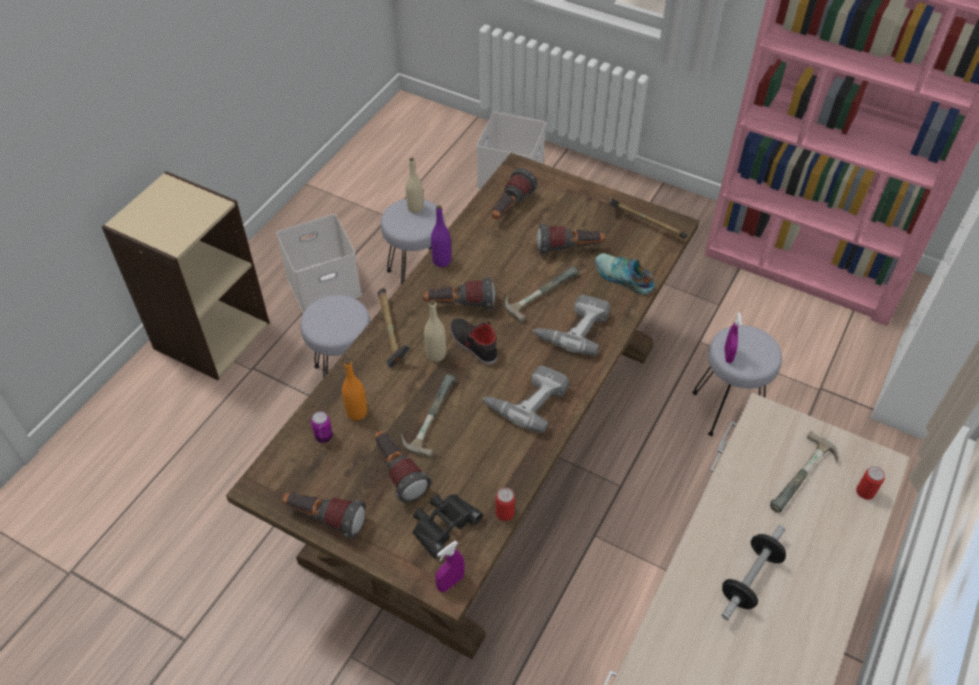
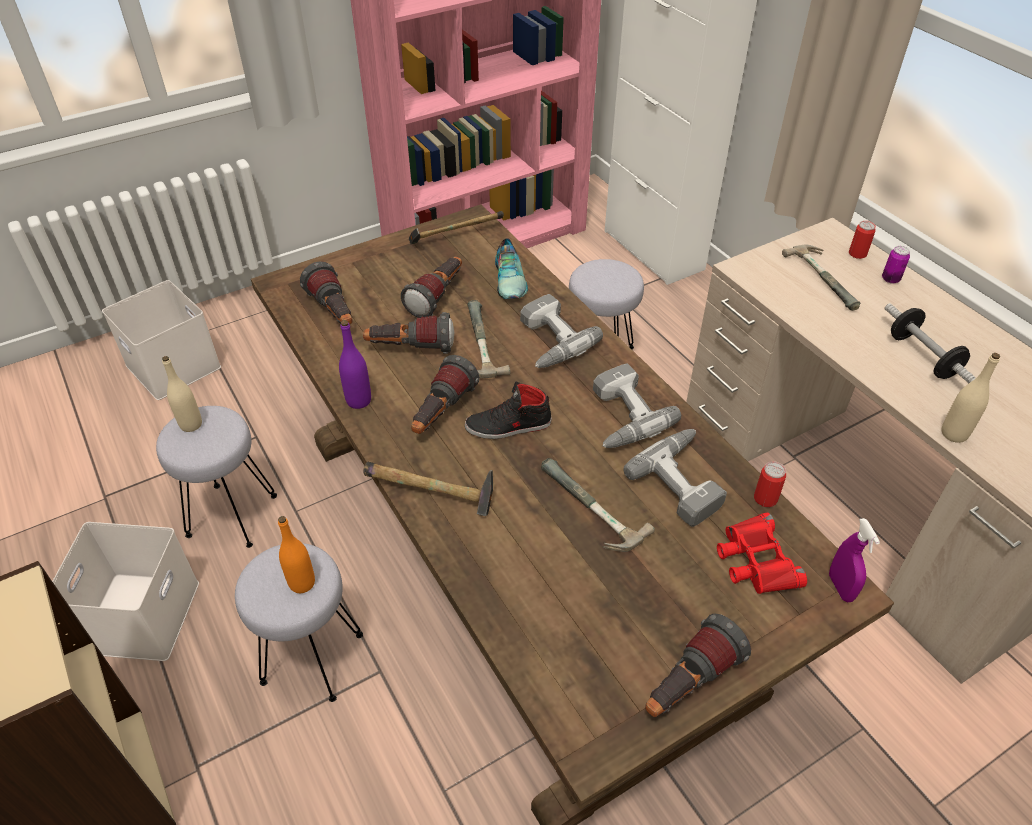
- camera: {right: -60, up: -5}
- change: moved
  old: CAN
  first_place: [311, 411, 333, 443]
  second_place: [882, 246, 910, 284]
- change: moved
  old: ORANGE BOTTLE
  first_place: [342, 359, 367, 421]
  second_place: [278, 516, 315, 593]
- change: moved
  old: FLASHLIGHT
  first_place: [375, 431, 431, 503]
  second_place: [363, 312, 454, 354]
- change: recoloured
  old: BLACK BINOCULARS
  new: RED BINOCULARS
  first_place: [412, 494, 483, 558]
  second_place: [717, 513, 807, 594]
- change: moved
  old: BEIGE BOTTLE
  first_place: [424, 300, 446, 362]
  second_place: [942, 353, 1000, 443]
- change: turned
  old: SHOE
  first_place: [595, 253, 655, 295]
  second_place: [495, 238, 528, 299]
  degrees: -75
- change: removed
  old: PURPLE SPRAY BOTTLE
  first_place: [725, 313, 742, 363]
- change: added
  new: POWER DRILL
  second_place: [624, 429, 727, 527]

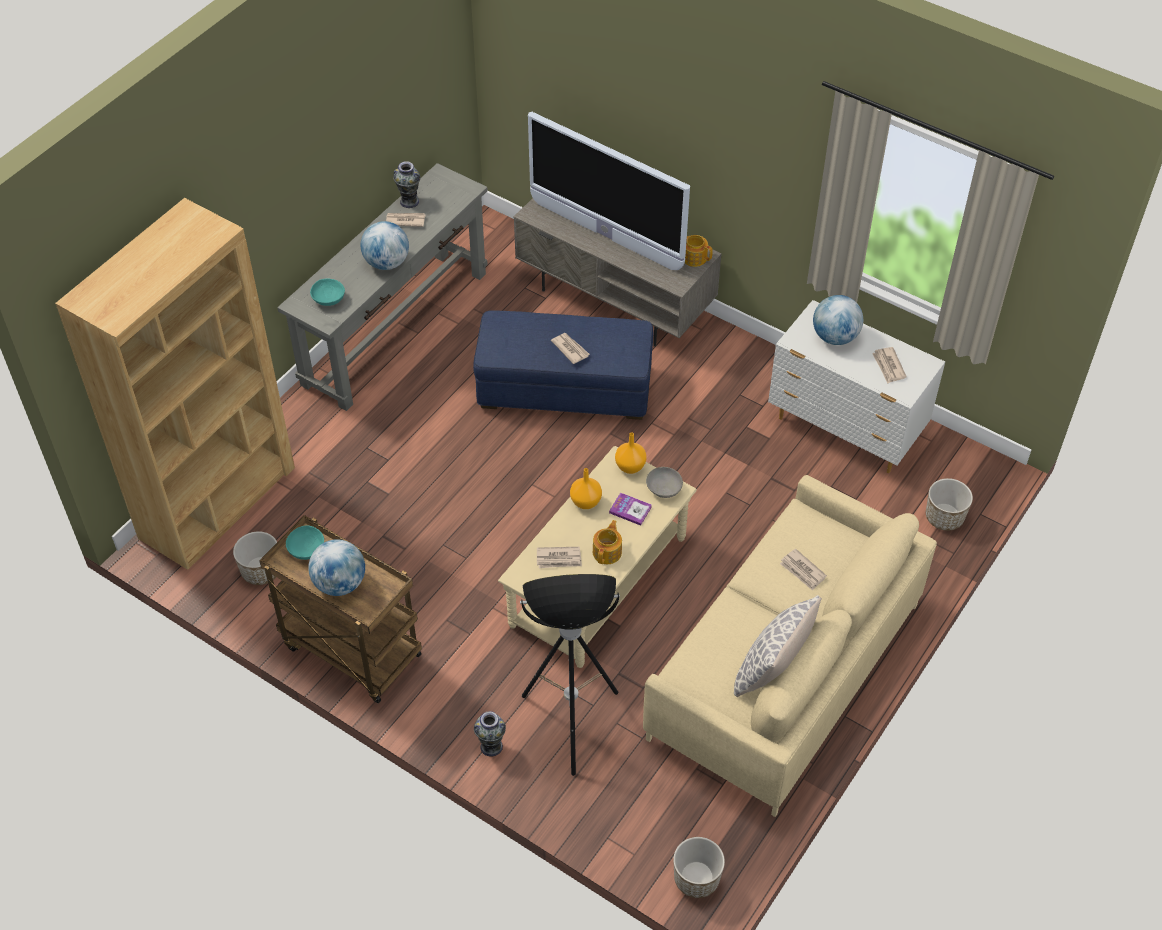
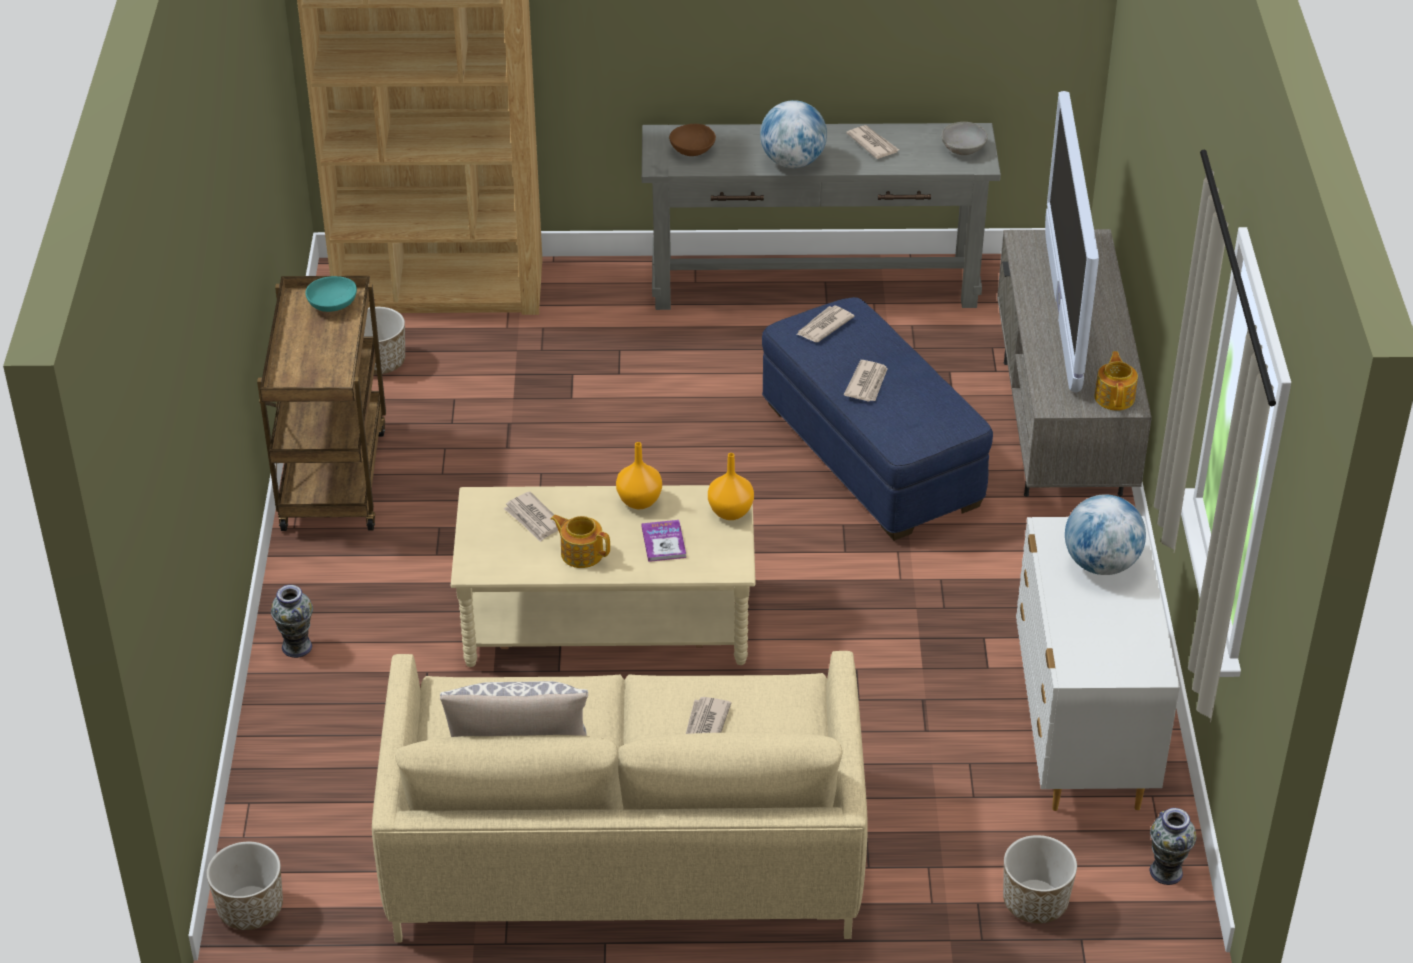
- camera: {right: 55, up: -10}
- change: removed
  old: GLOBE
  first_place: [308, 539, 365, 596]
- change: recoloured
  old: TURQUOISE BOWL
  new: BROWN BOWL
  first_place: [310, 278, 345, 306]
  second_place: [669, 124, 716, 156]
- change: moved
  old: VASE
  first_place: [393, 161, 420, 208]
  second_place: [1150, 808, 1196, 885]
- change: removed
  old: FLOOR LAMP
  first_place: [520, 574, 620, 776]
- change: turned
  old: TEAPOT
  first_place: [593, 520, 622, 564]
  second_place: [551, 515, 610, 568]
  degrees: -135
- change: moved
  old: GREY BOWL
  first_place: [646, 467, 683, 498]
  second_place: [942, 122, 988, 155]
- change: moved
  old: NEWSPAPER
  first_place: [872, 347, 907, 384]
  second_place: [796, 306, 855, 342]

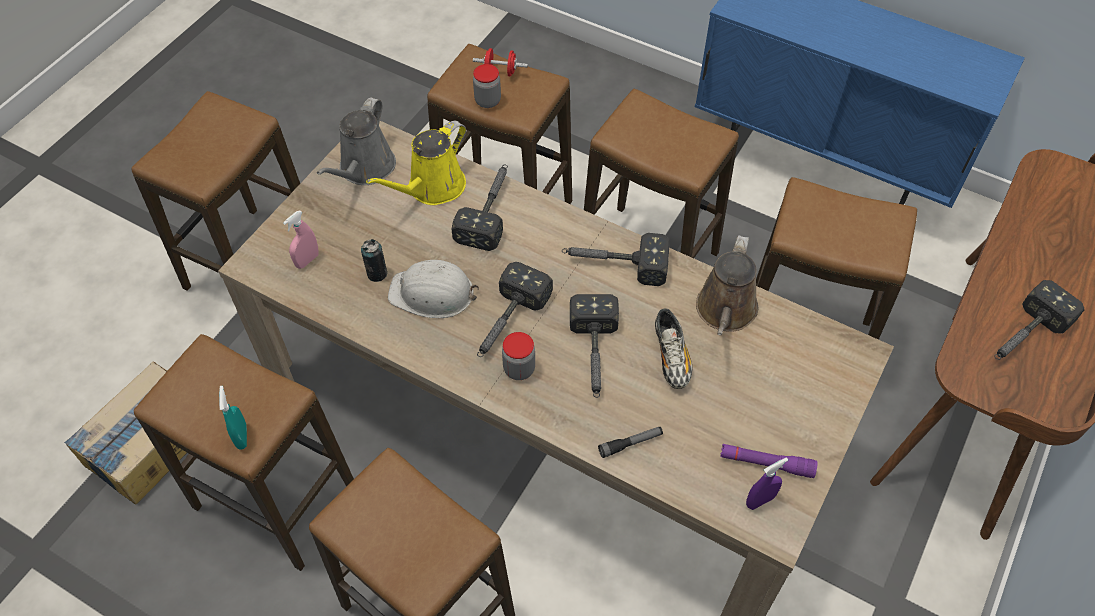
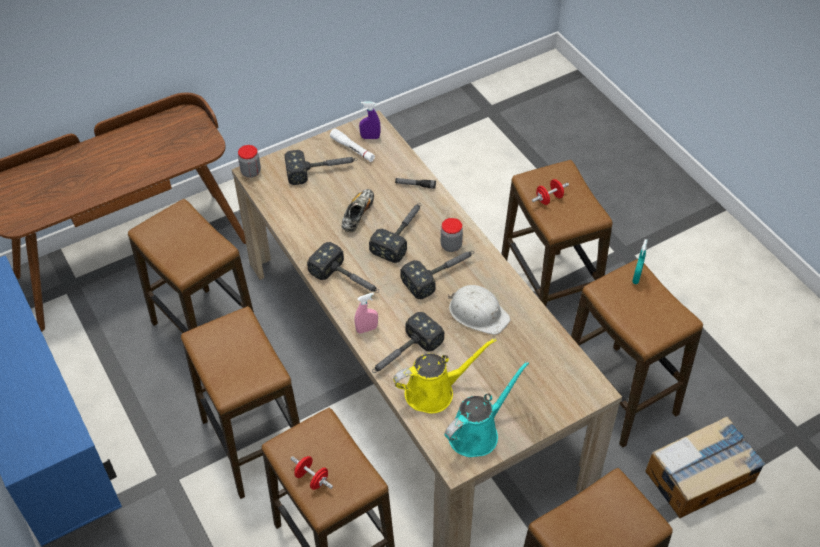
- camera: {right: -150, up: -5}
- change: moved
  old: PINK SPRAY BOTTLE
  first_place: [283, 210, 319, 269]
  second_place: [355, 293, 378, 334]
- change: recoloured
  old: GREY WATERING CAN
  new: TURQUOISE WATERING CAN
  first_place: [317, 97, 396, 185]
  second_place: [444, 361, 529, 457]
- change: removed
  old: CAN
  first_place: [361, 239, 388, 282]
- change: moved
  old: JAR
  first_place: [473, 64, 501, 108]
  second_place: [238, 145, 261, 178]
- change: removed
  old: BROWN WATERING CAN
  first_place: [696, 235, 758, 336]
- change: recoloured
  old: PURPLE FLASHLIGHT
  new: WHITE FLASHLIGHT
  first_place: [720, 444, 817, 478]
  second_place: [330, 129, 375, 162]
- change: moved
  old: HAMMER
  first_place: [995, 280, 1085, 360]
  second_place: [285, 150, 358, 185]
- change: added
  new: RED DUMBBELL
  second_place: [532, 179, 569, 205]

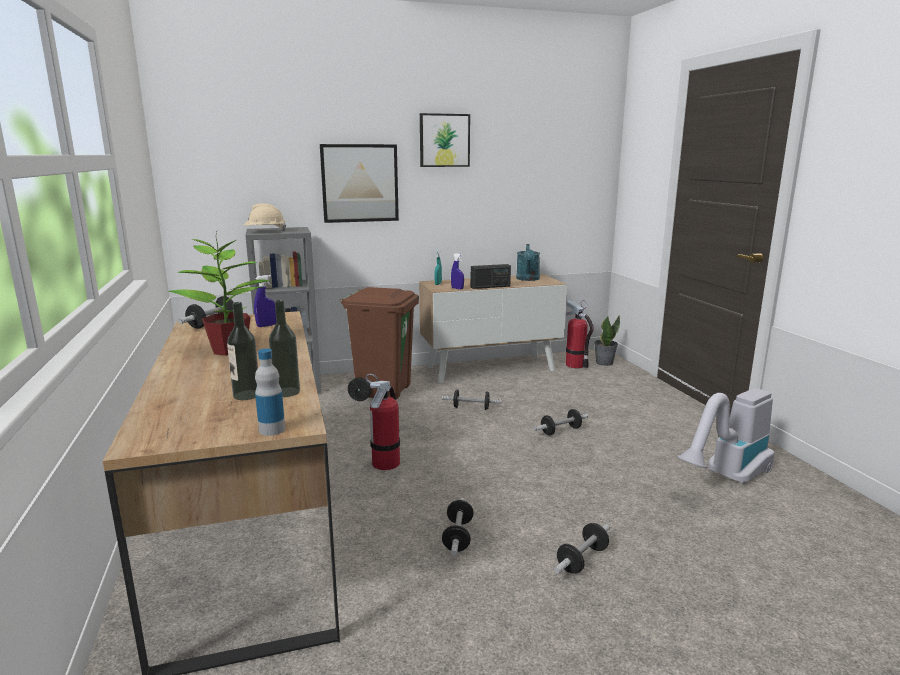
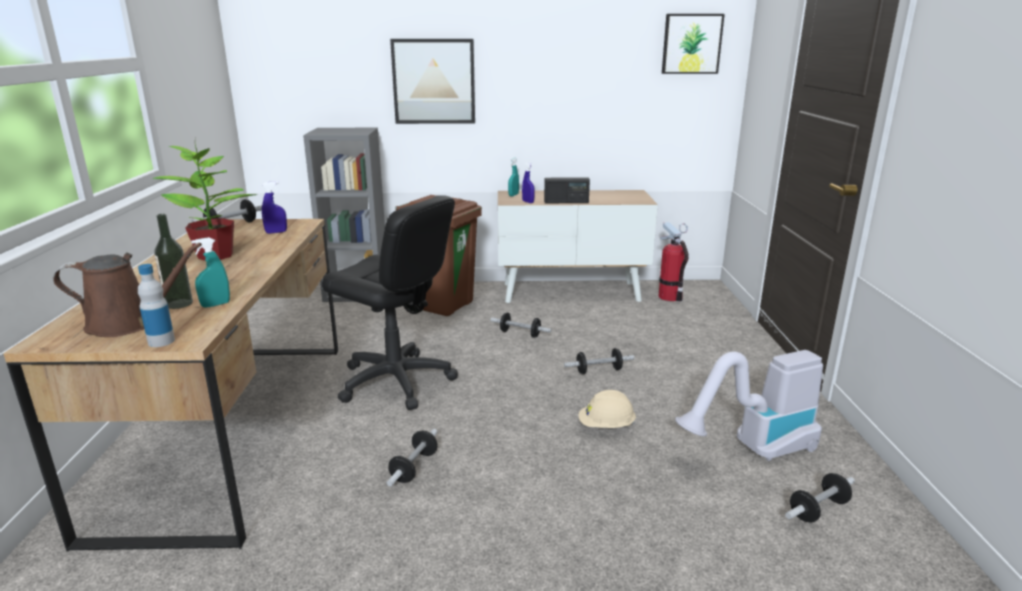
- camera: {right: 15, up: 5}
- change: moved
  old: BEIGE HARD HAT
  first_place: [243, 203, 286, 231]
  second_place: [579, 390, 636, 428]
- change: replaced
  old: BOTTLE
  new: TURQUOISE SPRAY BOTTLE
  first_place: [269, 300, 300, 397]
  second_place: [191, 237, 230, 308]
- change: replaced
  old: FIRE EXTINGUISHER
  new: BLACK OFFICE CHAIR
  first_place: [365, 374, 400, 470]
  second_place: [322, 195, 458, 410]
- change: moved
  old: PICTURE
  first_place: [420, 113, 470, 167]
  second_place: [662, 14, 725, 74]
- change: removed
  old: TURQUOISE WATERING CAN
  first_place: [516, 244, 540, 281]
- change: moved
  old: DUMBBELL
  first_place: [554, 523, 610, 574]
  second_place: [785, 473, 855, 523]
- change: removed
  old: POTTED PLANT
  first_place: [594, 315, 620, 366]
- change: added
  new: BROWN WATERING CAN
  second_place: [53, 243, 202, 337]

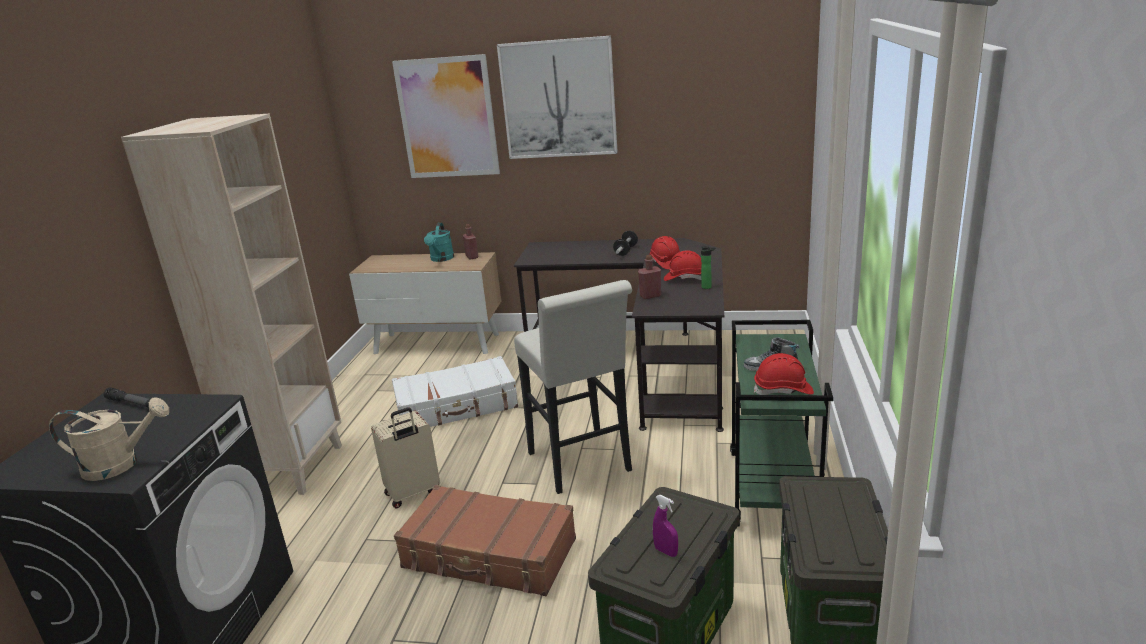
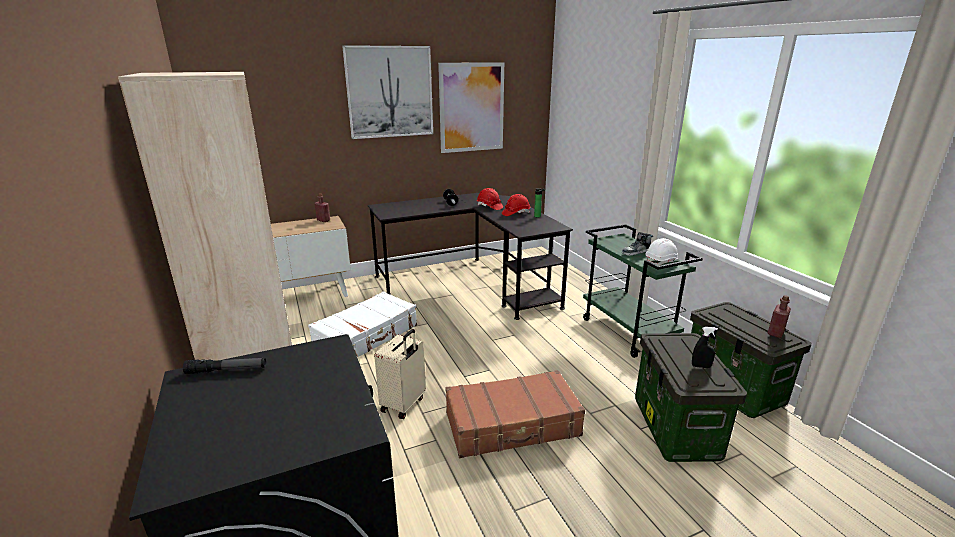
- camera: {right: -35, up: 0}
- change: removed
  old: BEIGE WATERING CAN
  first_place: [49, 398, 169, 481]
- change: moved
  old: PICTURE
  first_place: [392, 54, 500, 178]
  second_place: [438, 62, 504, 153]
- change: removed
  old: TURQUOISE WATERING CAN
  first_place: [424, 223, 454, 262]
- change: removed
  old: WHITE STOOL
  first_place: [514, 280, 632, 494]
- change: moved
  old: RED BOTTLE
  first_place: [638, 255, 661, 299]
  second_place: [768, 295, 791, 338]
- change: recoloured
  old: PURPLE SPRAY BOTTLE
  new: BLACK SPRAY BOTTLE
  first_place: [653, 495, 678, 557]
  second_place: [692, 327, 718, 368]
- change: recoloured
  old: RED HARD HAT
  new: WHITE HARD HAT
  first_place: [754, 353, 814, 395]
  second_place: [645, 238, 680, 266]

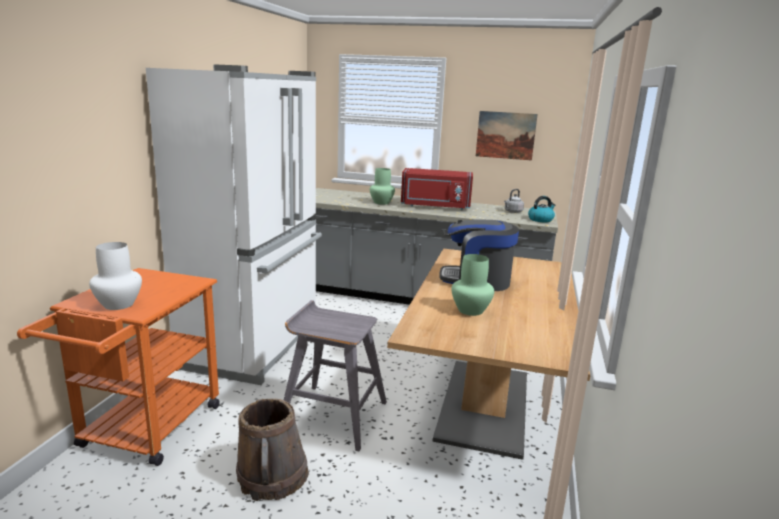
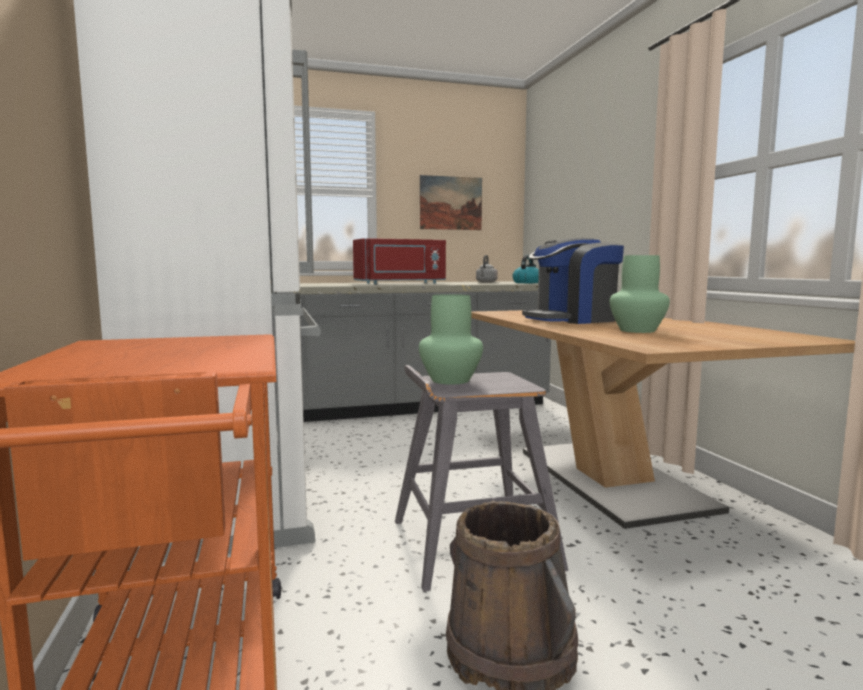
- camera: {right: -30, up: -10}
- change: removed
  old: WHITE VASE
  first_place: [89, 242, 142, 310]
- change: moved
  old: GREEN VASE
  first_place: [370, 168, 395, 205]
  second_place: [419, 294, 483, 384]

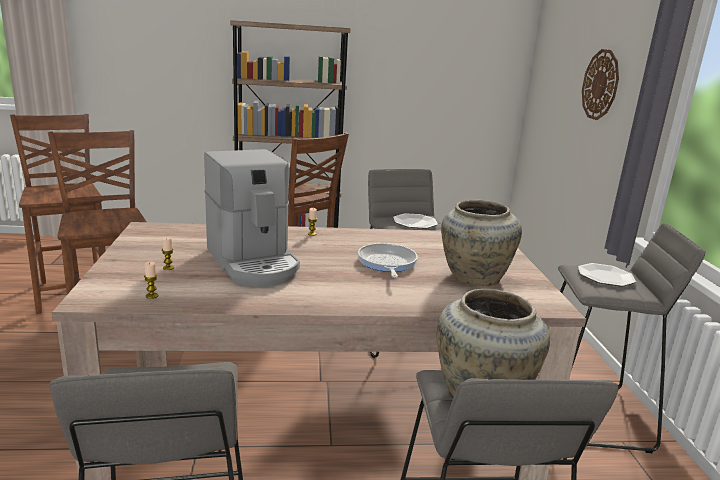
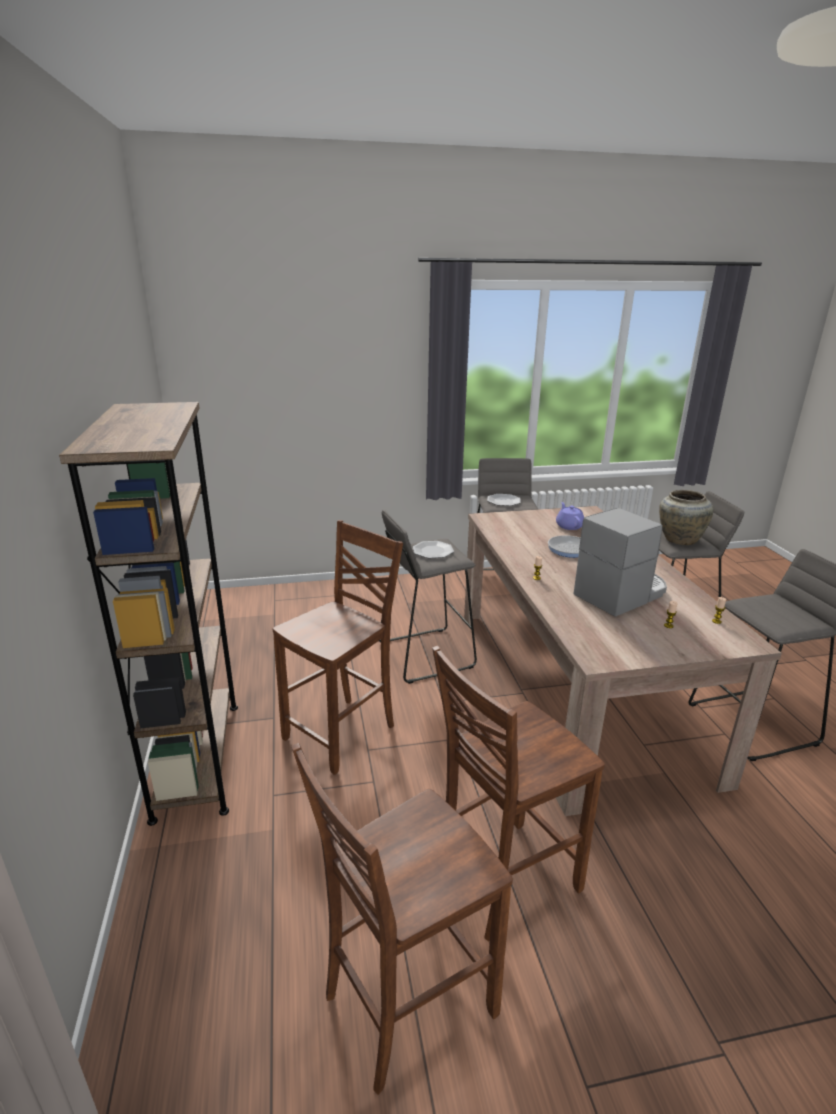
- camera: {right: -95, up: 5}
- change: replaced
  old: BEIGE VASE
  new: PURPLE TEAPOT
  first_place: [441, 200, 522, 286]
  second_place: [556, 502, 584, 530]
- change: removed
  old: WALL CLOCK
  first_place: [582, 49, 619, 120]

